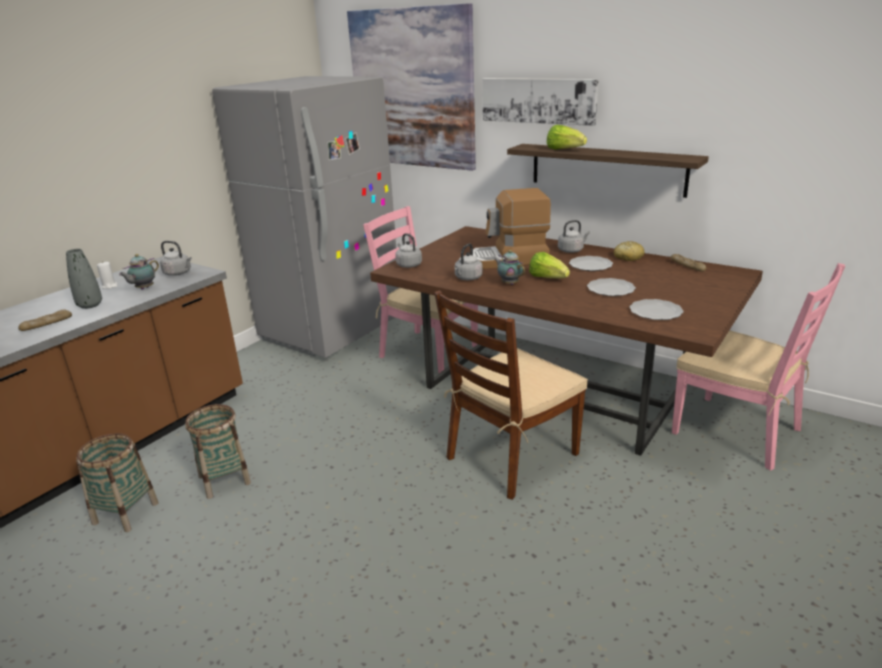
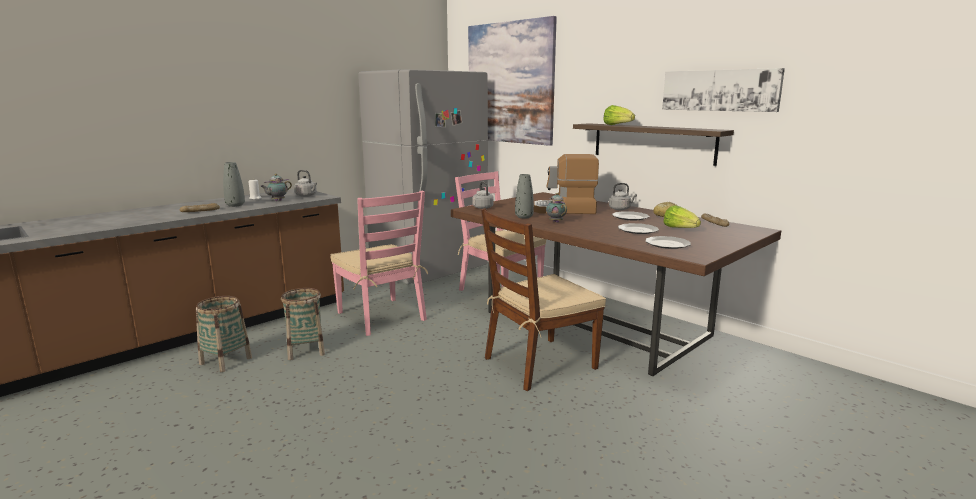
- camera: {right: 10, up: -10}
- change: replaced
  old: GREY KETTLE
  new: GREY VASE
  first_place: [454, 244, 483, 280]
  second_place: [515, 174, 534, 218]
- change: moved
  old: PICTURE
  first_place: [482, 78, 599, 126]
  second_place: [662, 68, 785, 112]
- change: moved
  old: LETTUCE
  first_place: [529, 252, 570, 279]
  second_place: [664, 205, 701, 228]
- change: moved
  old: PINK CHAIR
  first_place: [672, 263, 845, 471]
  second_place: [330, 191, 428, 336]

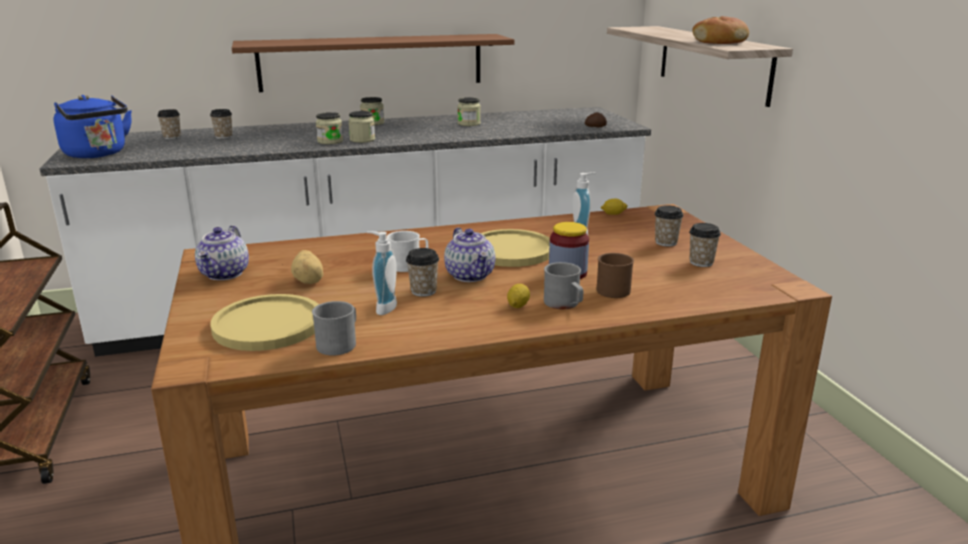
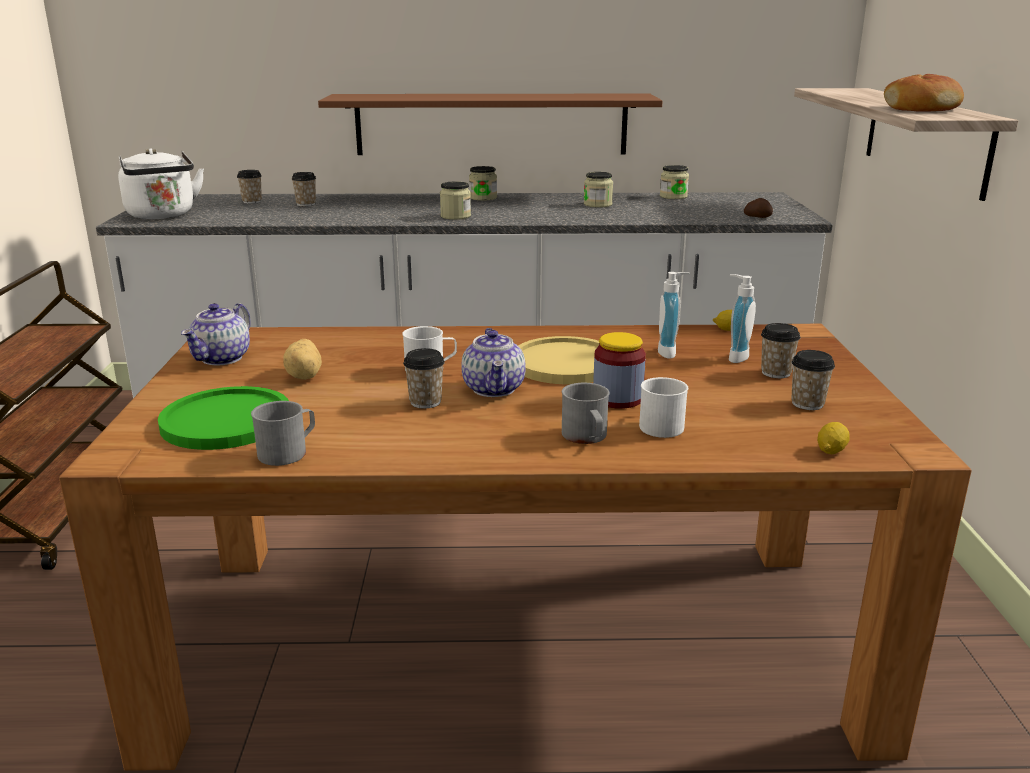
- camera: {right: 15, up: 0}
- change: recoloured
  old: BLUE KETTLE
  new: WHITE KETTLE
  first_place: [53, 95, 132, 158]
  second_place: [118, 148, 204, 219]
- change: recoloured
  old: YELLOW PLATE
  new: GREEN PLATE
  first_place: [210, 294, 319, 351]
  second_place: [158, 386, 289, 450]
- change: moved
  old: JAR
  first_place: [316, 112, 343, 144]
  second_place: [660, 165, 689, 199]
- change: moved
  old: SOAP DISPENSER
  first_place: [367, 231, 397, 315]
  second_place: [729, 274, 756, 363]
- change: moved
  old: LEMON
  first_place: [507, 284, 530, 308]
  second_place: [817, 422, 850, 454]
- change: recoloured
  old: BROWN MUG
  new: WHITE MUG
  first_place: [597, 253, 634, 298]
  second_place: [639, 377, 688, 438]

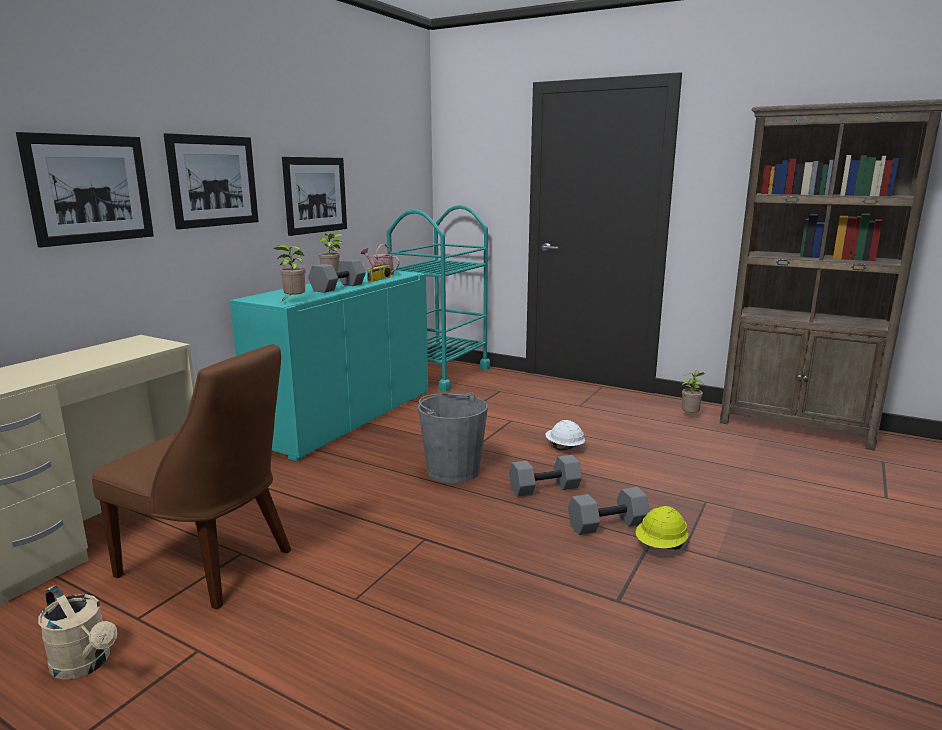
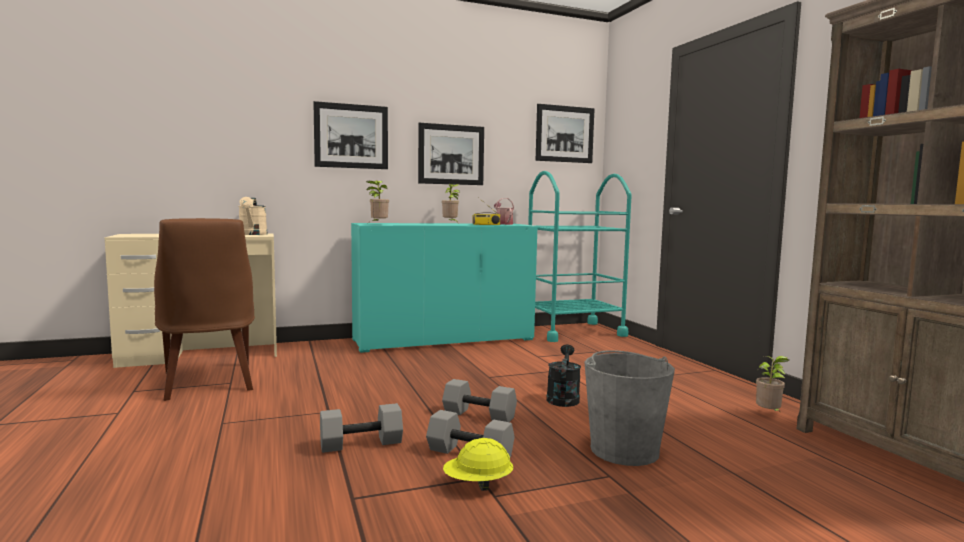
- camera: {right: 40, up: -10}
- change: moved
  old: PICTURE
  first_place: [16, 132, 154, 247]
  second_place: [536, 104, 594, 163]
- change: moved
  old: BEIGE WATERING CAN
  first_place: [38, 585, 117, 680]
  second_place: [239, 197, 267, 235]
- change: moved
  old: GREY DUMBBELL
  first_place: [308, 259, 366, 293]
  second_place: [320, 403, 403, 453]
- change: moved
  old: GREY BUCKET
  first_place: [418, 392, 488, 483]
  second_place: [584, 350, 675, 466]
- change: replaced
  old: WHITE HARD HAT
  new: BLACK WATERING CAN
  first_place: [545, 420, 585, 450]
  second_place: [546, 344, 581, 407]

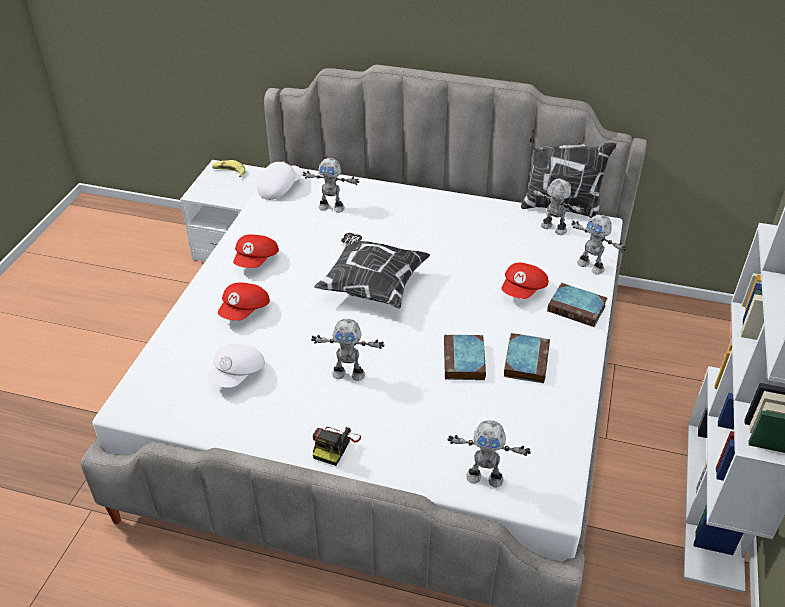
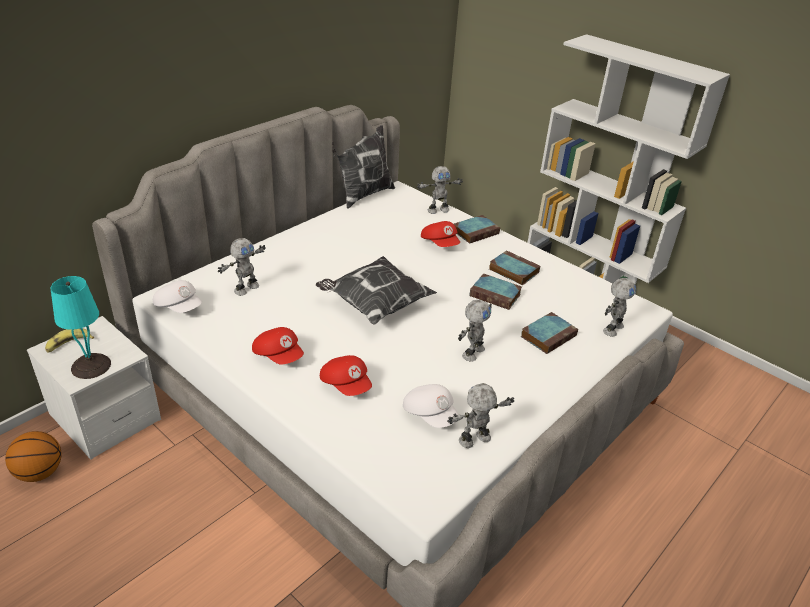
- camera: {right: -65, up: -5}
- change: turned
  old: WHITE CAP
  first_place: [257, 161, 302, 200]
  second_place: [153, 280, 202, 313]
  degrees: 150
- change: removed
  old: PHOTO CAMERA
  first_place: [313, 427, 361, 466]
- change: moved
  old: TOY ROBOT
  first_place: [530, 178, 584, 235]
  second_place: [447, 383, 514, 448]
- change: added
  new: BASKETBALL
  second_place: [5, 431, 62, 482]
- change: added
  new: TURQUOISE TABLE LAMP
  second_place: [51, 276, 111, 379]
- change: added
  new: BOOK
  second_place: [521, 312, 578, 354]

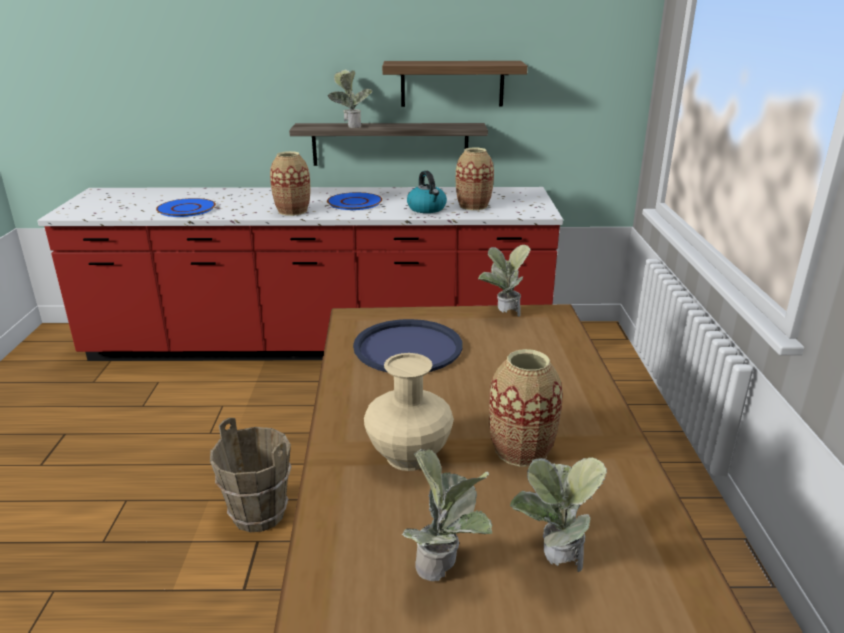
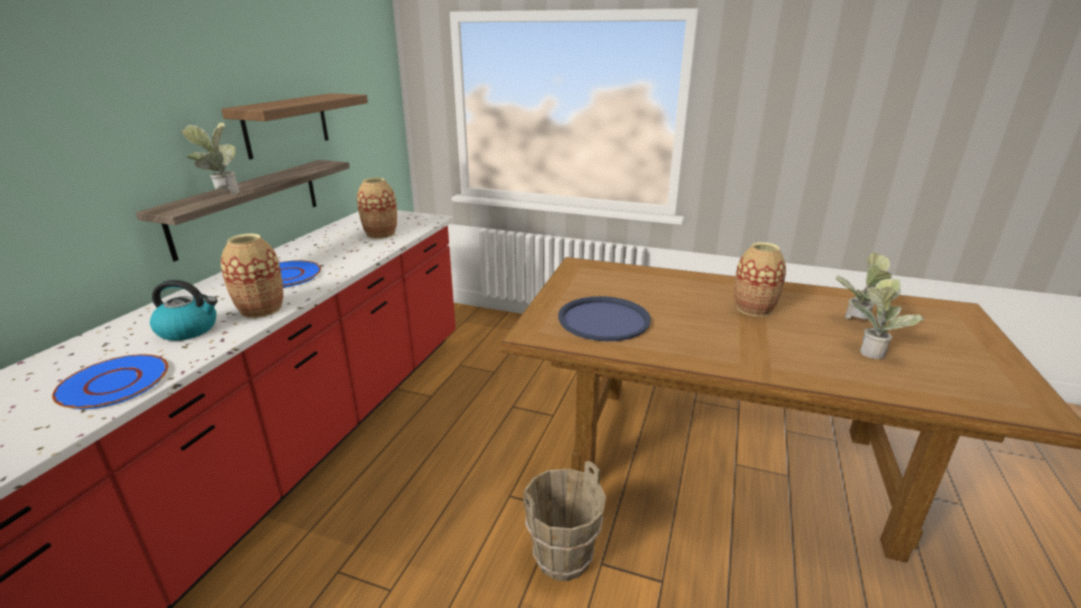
- camera: {right: -70, up: 0}
- change: removed
  old: BEIGE VASE
  first_place: [364, 353, 454, 471]
- change: moved
  old: KETTLE
  first_place: [407, 171, 447, 213]
  second_place: [150, 280, 217, 341]
- change: removed
  old: POTTED PLANT
  first_place: [478, 245, 531, 317]

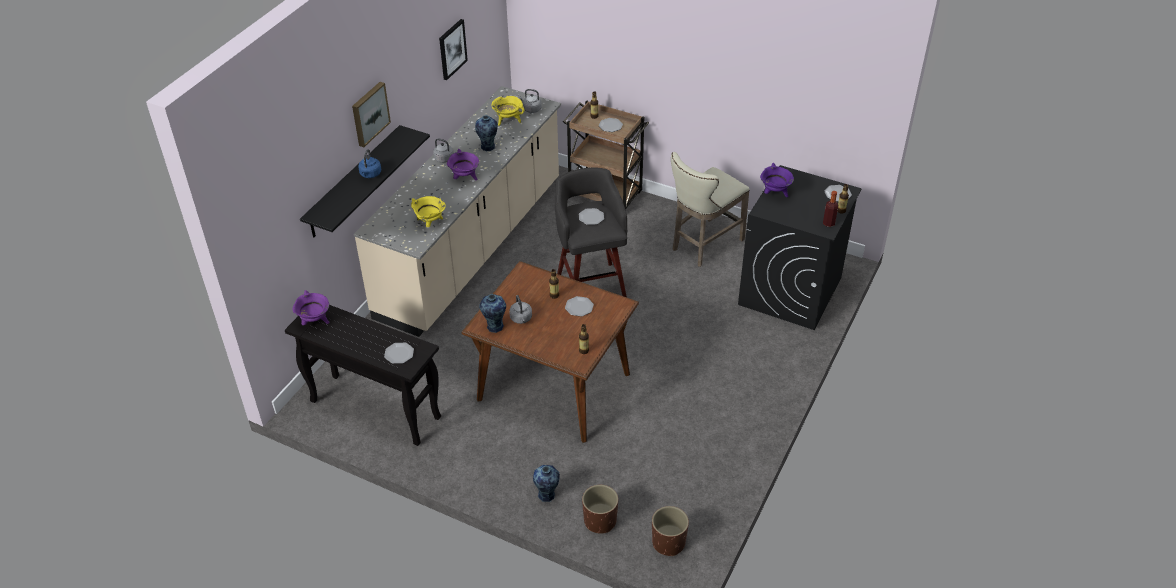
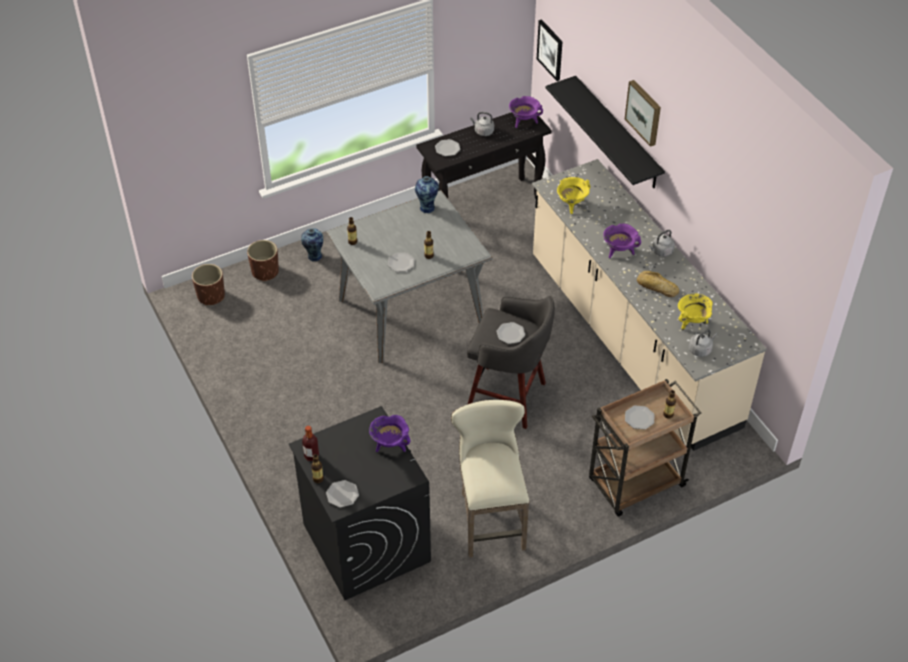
- camera: {right: 125, up: 5}
- change: removed
  old: BLUE KETTLE
  first_place: [358, 149, 381, 178]
- change: moved
  old: PICTURE
  first_place: [439, 19, 468, 80]
  second_place: [537, 19, 563, 81]
- change: recoloured
  old: BROWN DINING TABLE
  new: GREY DINING TABLE
  first_place: [462, 261, 639, 443]
  second_place: [326, 190, 493, 363]
- change: replaced
  old: VASE
  new: BREAD
  first_place: [475, 115, 498, 151]
  second_place: [637, 271, 679, 297]
- change: moved
  old: GREY KETTLE
  first_place: [509, 295, 532, 324]
  second_place: [470, 112, 494, 136]

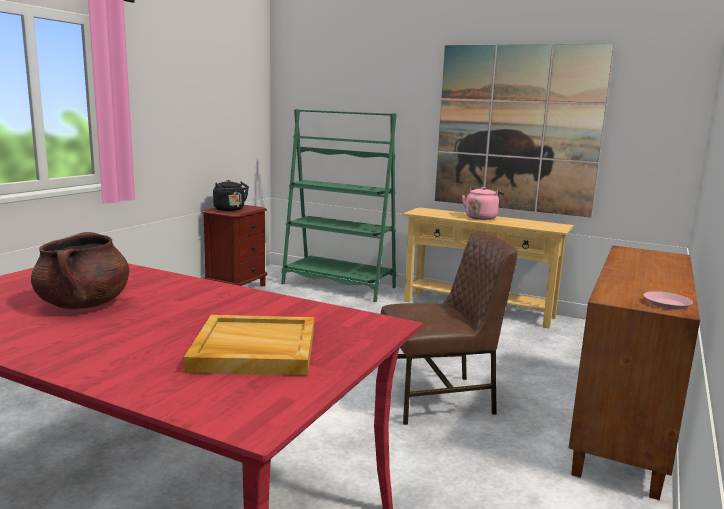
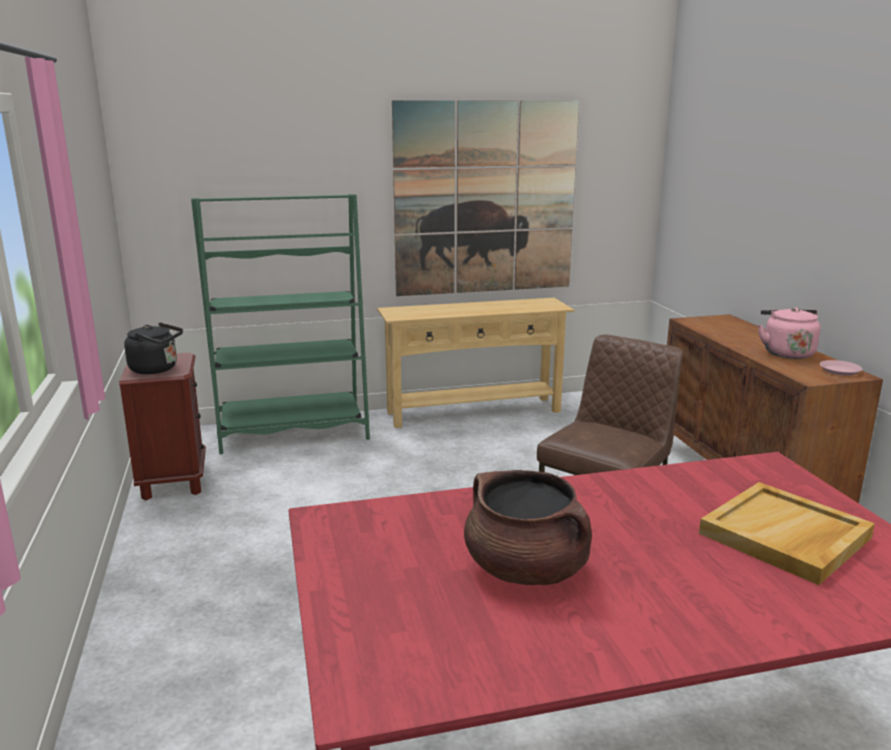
- camera: {right: -40, up: 5}
- change: moved
  old: PINK KETTLE
  first_place: [462, 187, 504, 220]
  second_place: [758, 307, 821, 359]

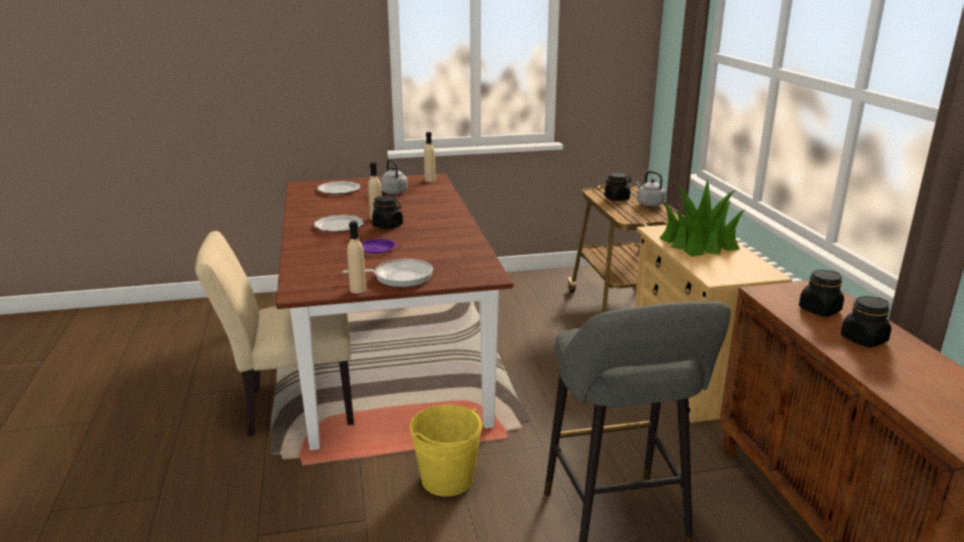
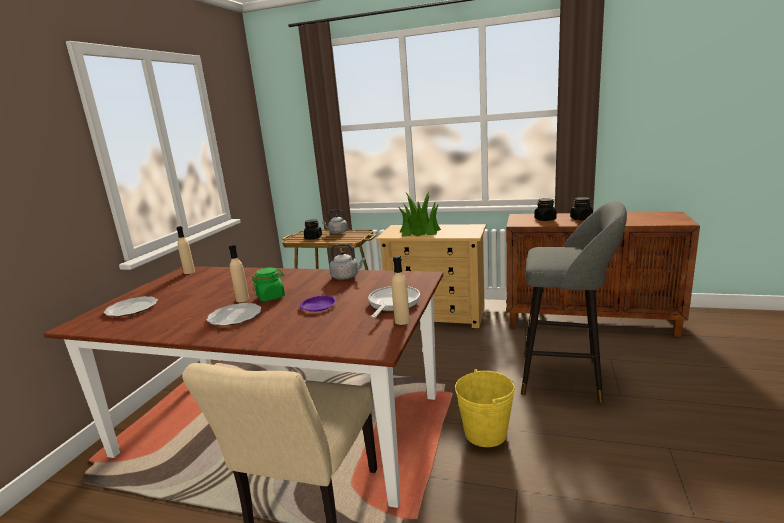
- camera: {right: -60, up: -5}
- change: recoloured
  old: BLACK JAR
  new: GREEN JAR
  first_place: [372, 195, 403, 229]
  second_place: [252, 267, 285, 301]
- change: moved
  old: GREY KETTLE
  first_place: [380, 159, 408, 195]
  second_place: [329, 244, 365, 280]

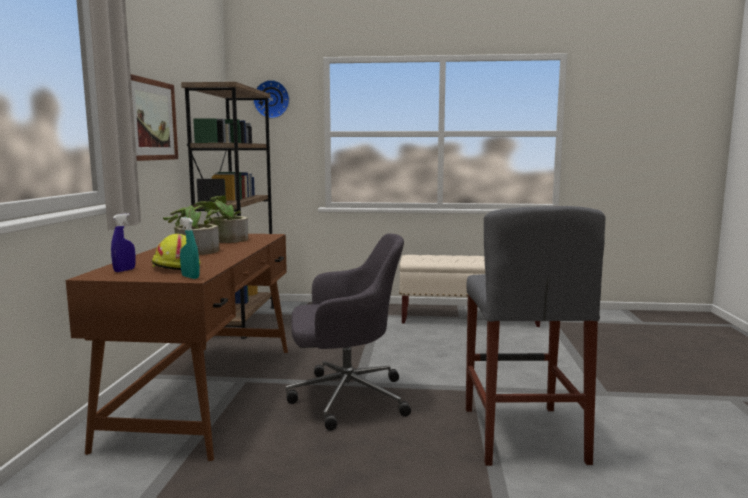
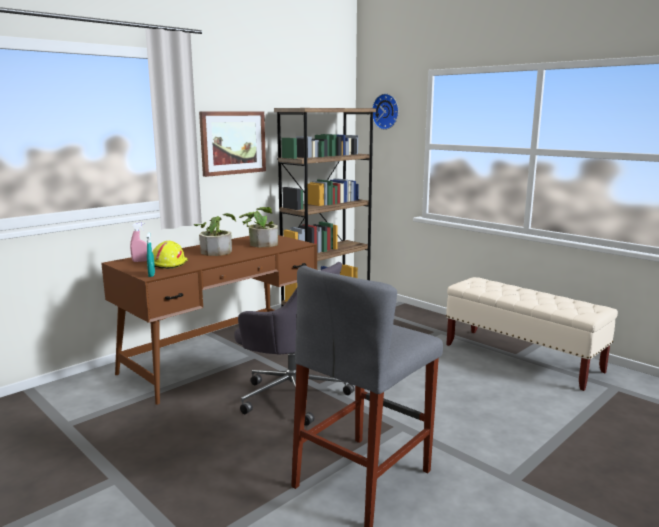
- camera: {right: 40, up: 5}
- change: recoloured
  old: BLUE SPRAY BOTTLE
  new: PINK SPRAY BOTTLE
  first_place: [111, 213, 135, 272]
  second_place: [130, 223, 147, 262]

